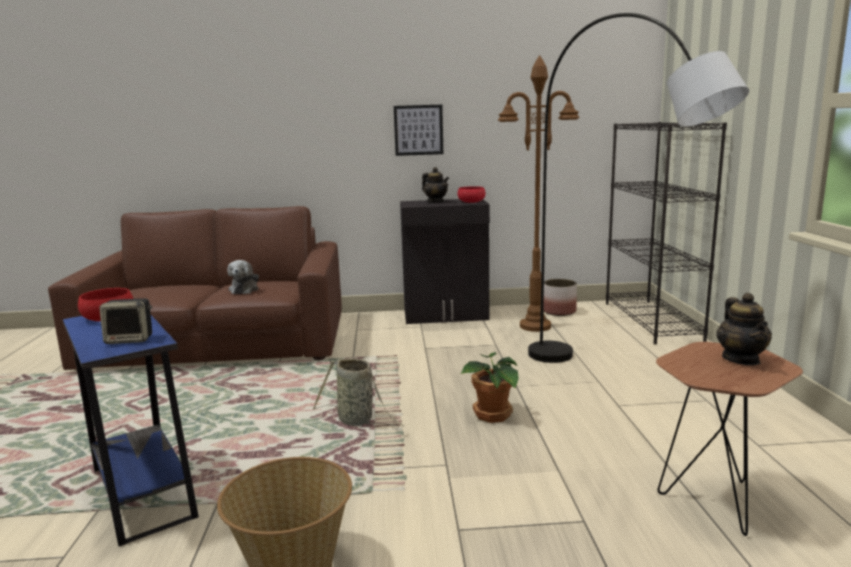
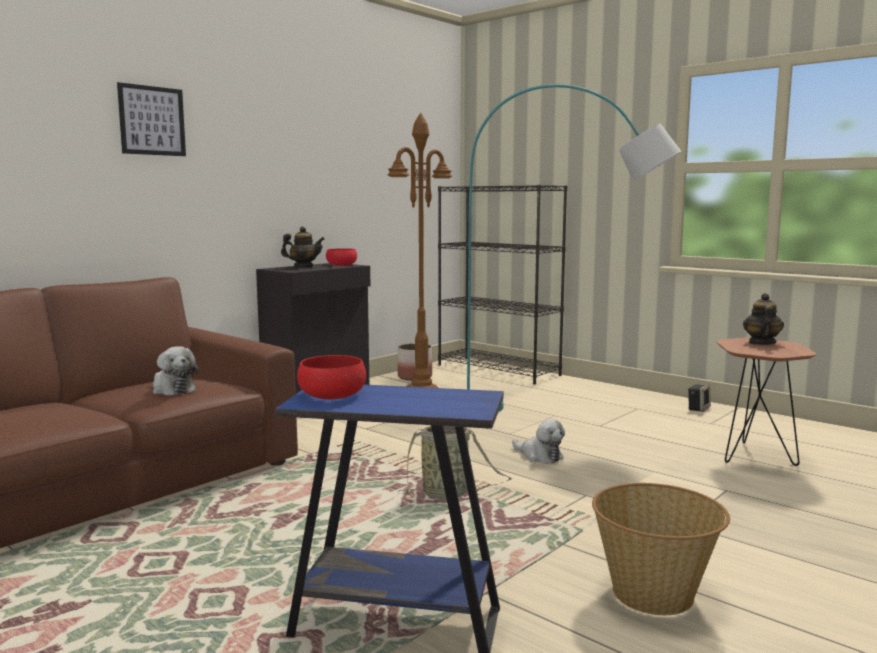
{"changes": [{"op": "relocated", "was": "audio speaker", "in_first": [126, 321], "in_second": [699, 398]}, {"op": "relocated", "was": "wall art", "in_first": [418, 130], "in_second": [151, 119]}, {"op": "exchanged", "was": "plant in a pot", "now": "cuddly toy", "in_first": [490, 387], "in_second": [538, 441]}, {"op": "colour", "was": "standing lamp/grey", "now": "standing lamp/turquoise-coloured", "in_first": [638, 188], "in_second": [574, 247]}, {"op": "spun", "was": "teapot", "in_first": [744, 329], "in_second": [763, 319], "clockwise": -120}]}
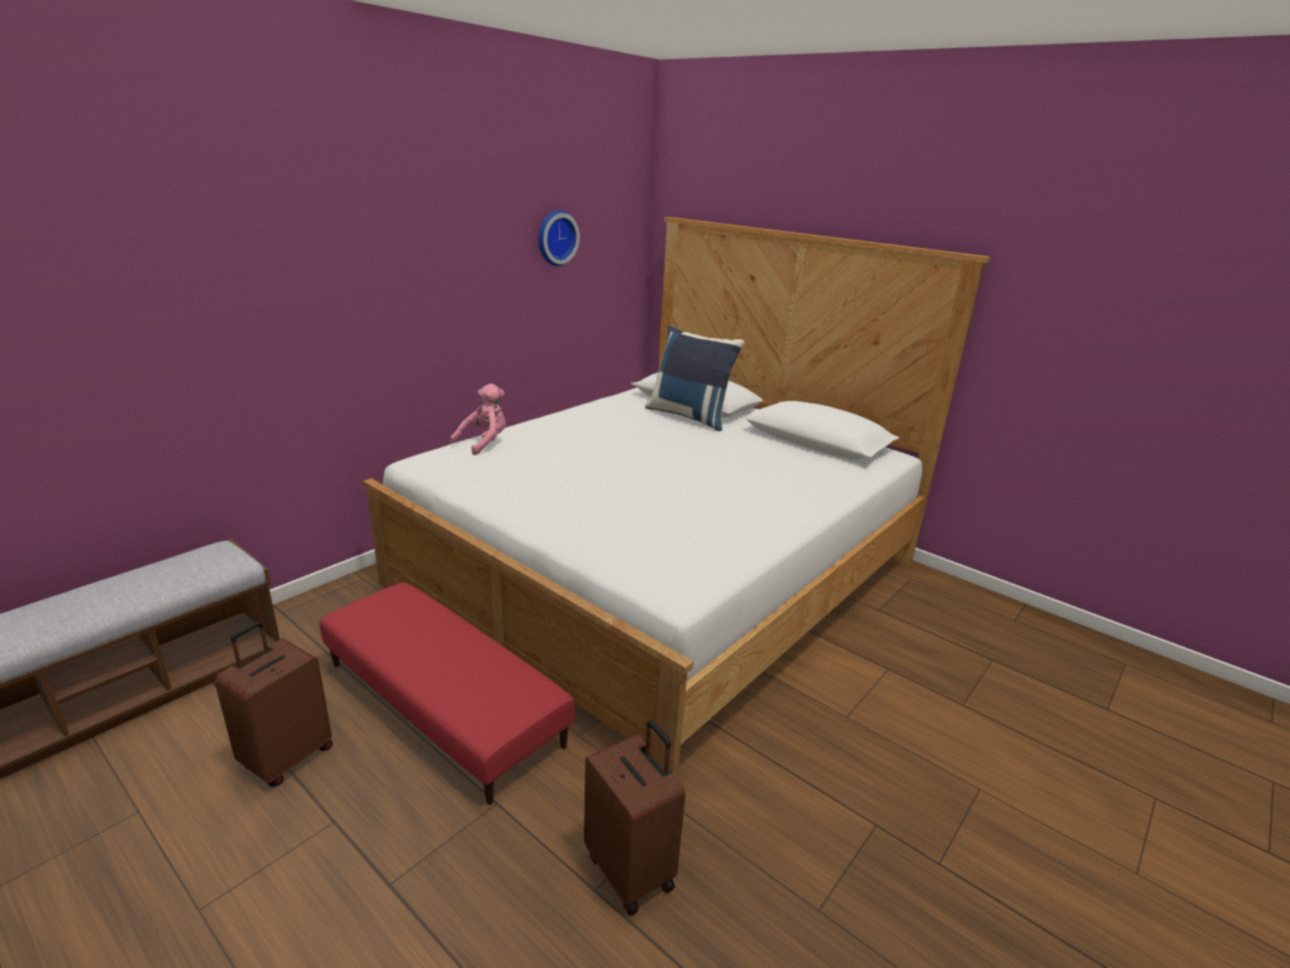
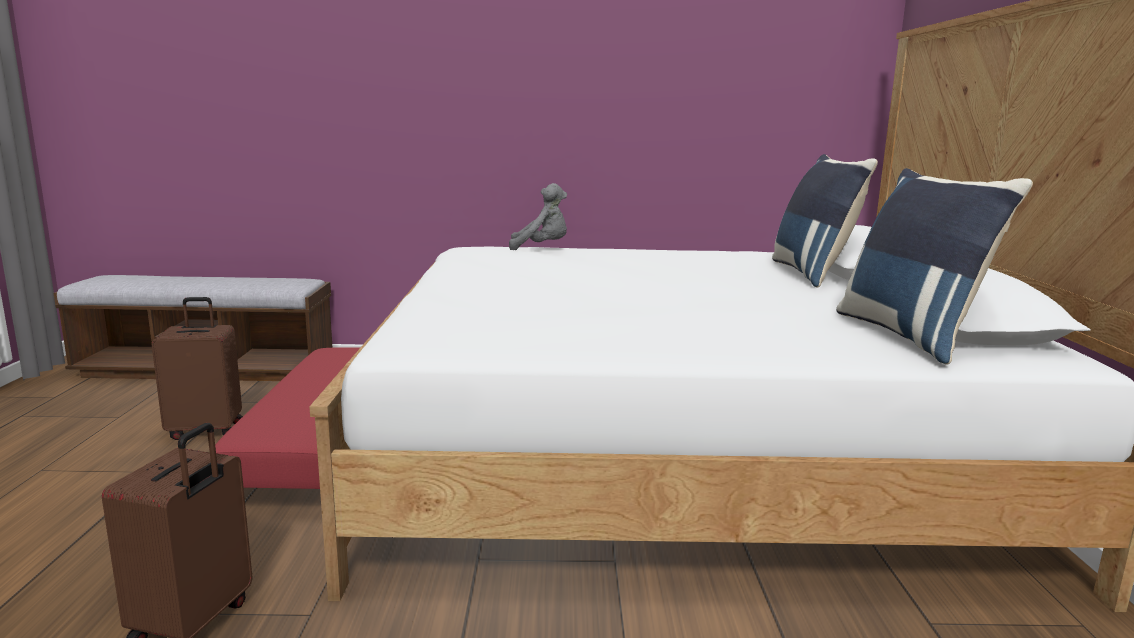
{"changes": [{"op": "missing", "was": "wall clock", "in_first": [559, 238]}, {"op": "appeared", "now": "pillow/blue", "in_second": [934, 266]}, {"op": "colour", "was": "cuddly toy/pink-coloured", "now": "cuddly toy/grey", "in_first": [478, 419], "in_second": [538, 216]}]}
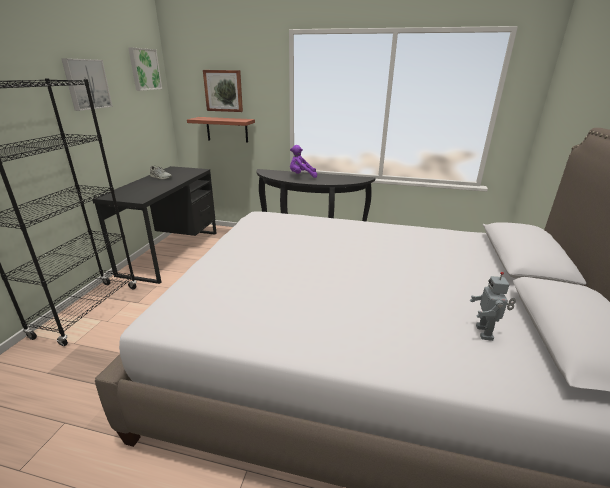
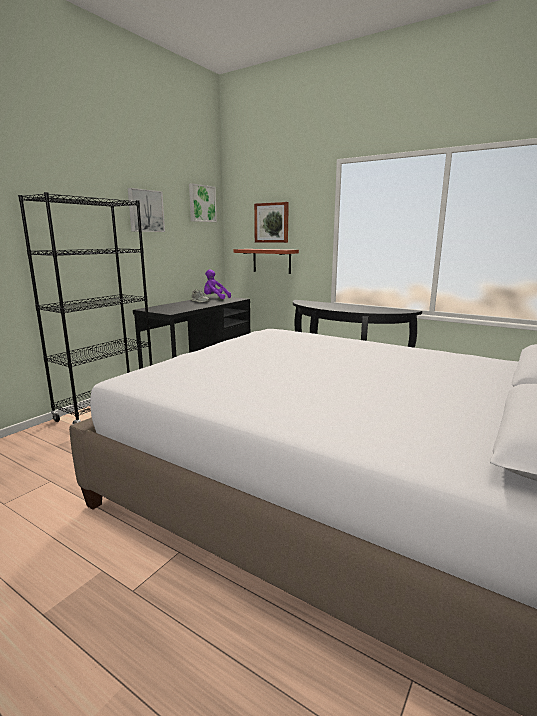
{"changes": [{"op": "missing", "was": "model robot", "in_first": [493, 306]}, {"op": "relocated", "was": "cuddly toy/purple", "in_first": [303, 161], "in_second": [217, 284]}]}
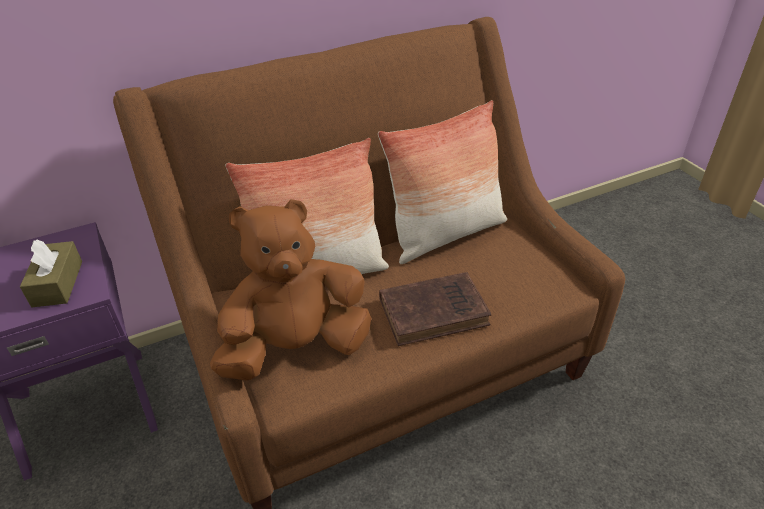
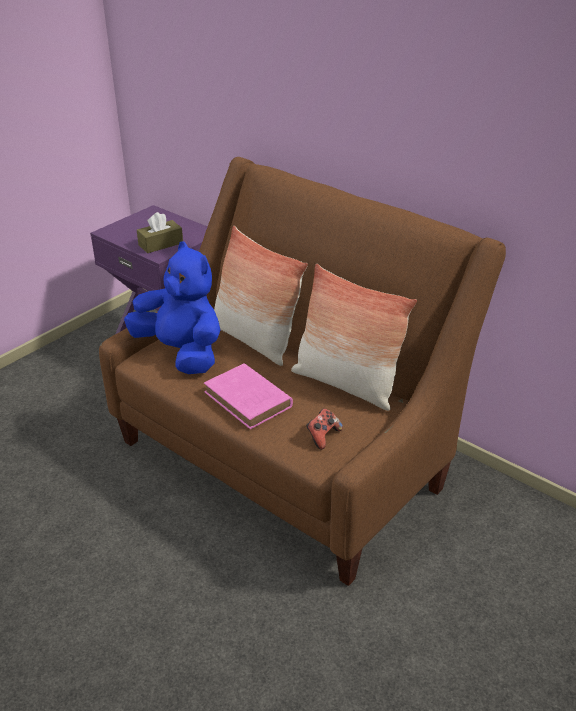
{"changes": [{"op": "appeared", "now": "gamepad", "in_second": [324, 429]}, {"op": "colour", "was": "cuddly toy/brownish", "now": "cuddly toy/blue", "in_first": [290, 289], "in_second": [172, 307]}, {"op": "colour", "was": "bound book/brownish", "now": "bound book/pink-coloured", "in_first": [435, 309], "in_second": [248, 396]}]}
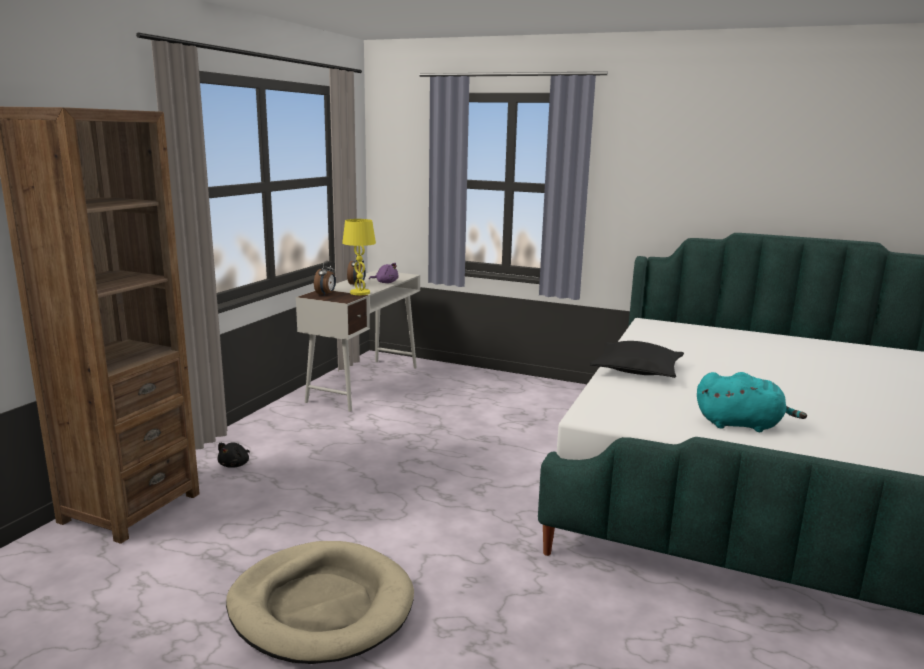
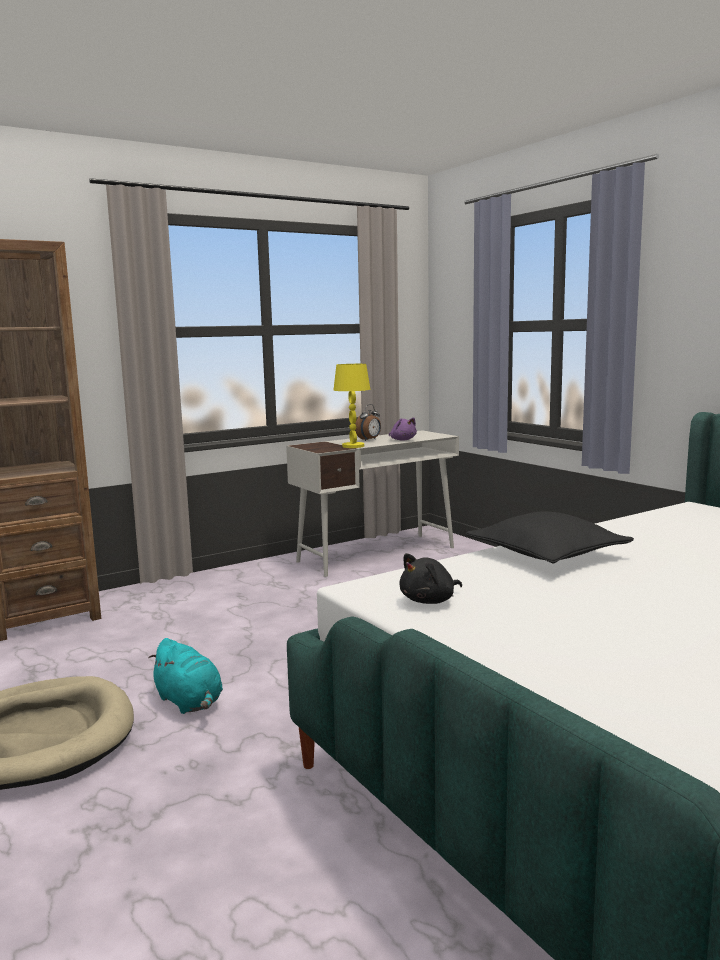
{"changes": [{"op": "missing", "was": "alarm clock", "in_first": [325, 278]}, {"op": "relocated", "was": "cuddly toy/black", "in_first": [233, 455], "in_second": [430, 578]}, {"op": "relocated", "was": "cuddly toy/turquoise-coloured", "in_first": [752, 402], "in_second": [185, 676]}]}
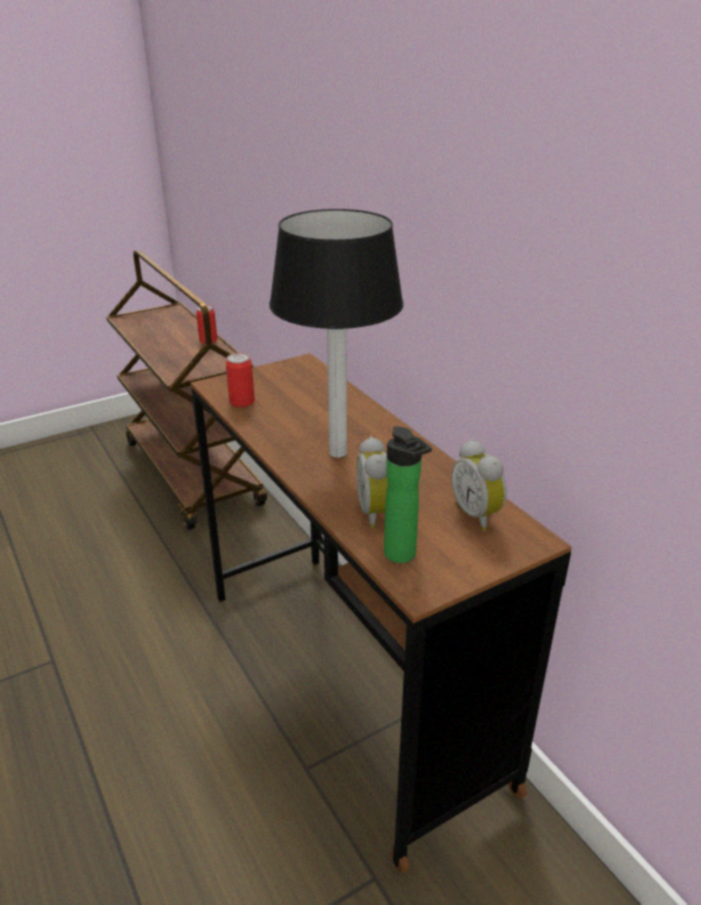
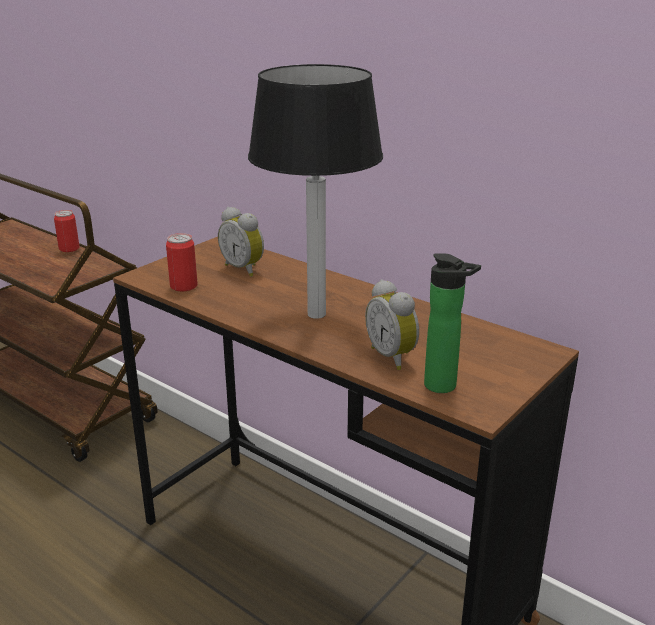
{"changes": [{"op": "relocated", "was": "alarm clock", "in_first": [479, 485], "in_second": [241, 242]}]}
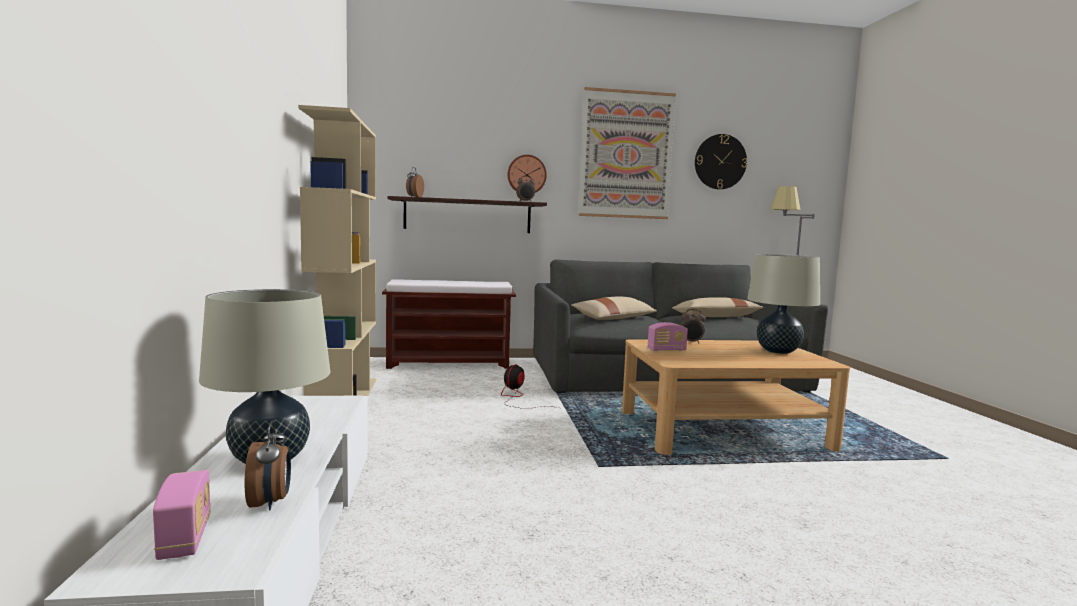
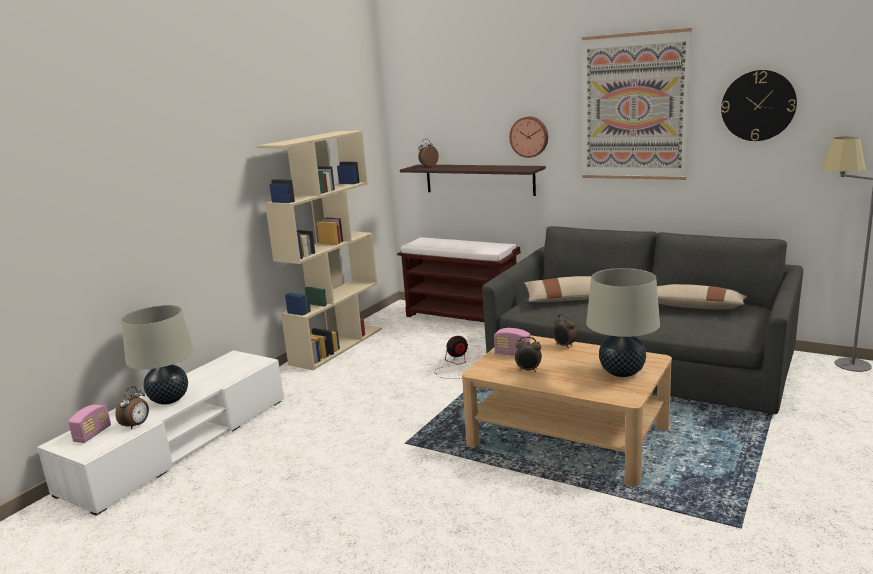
{"changes": [{"op": "relocated", "was": "alarm clock", "in_first": [525, 189], "in_second": [528, 354]}]}
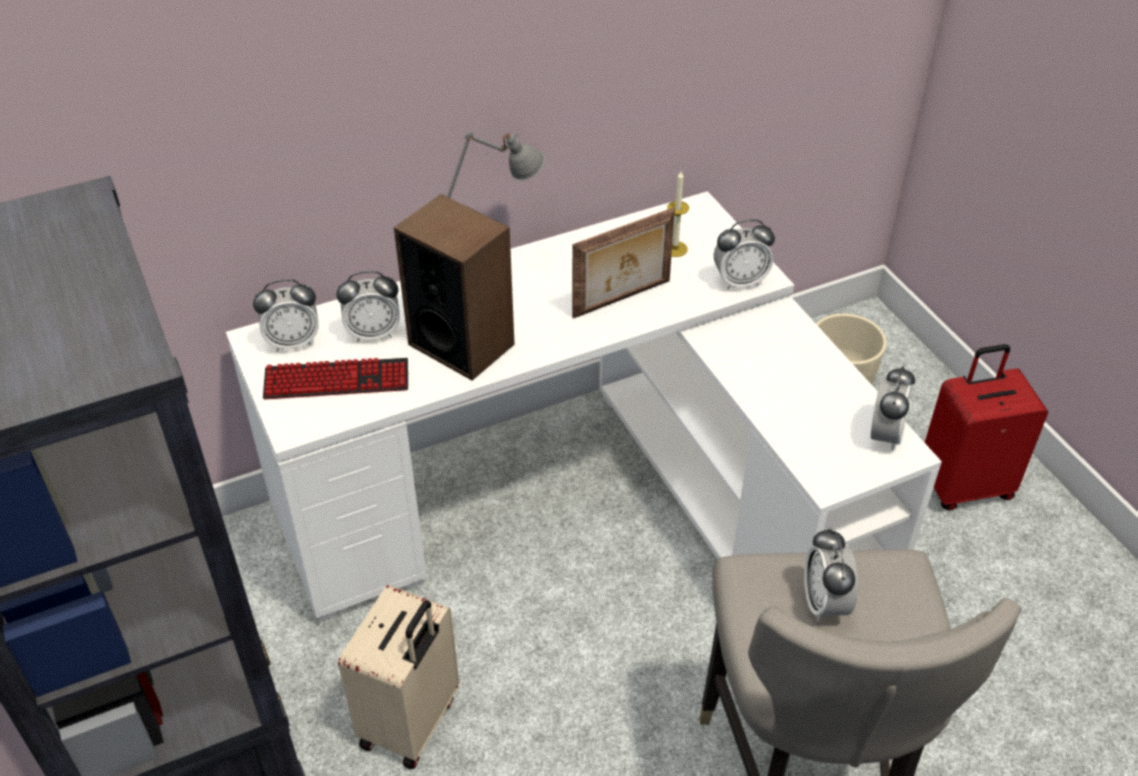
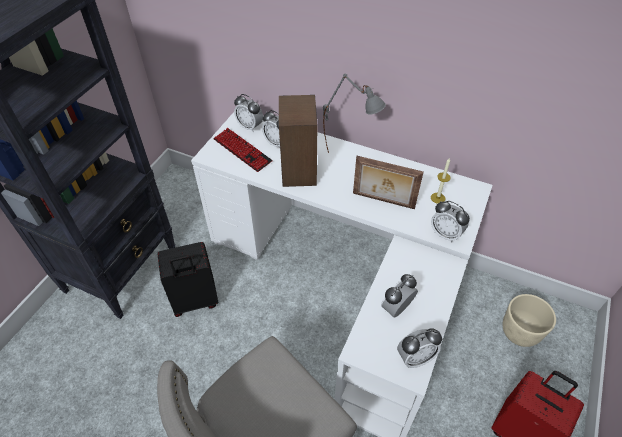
{"changes": [{"op": "relocated", "was": "alarm clock", "in_first": [831, 574], "in_second": [399, 296]}, {"op": "colour", "was": "suitcase/beige-coloured", "now": "suitcase/black", "in_first": [398, 677], "in_second": [187, 279]}]}
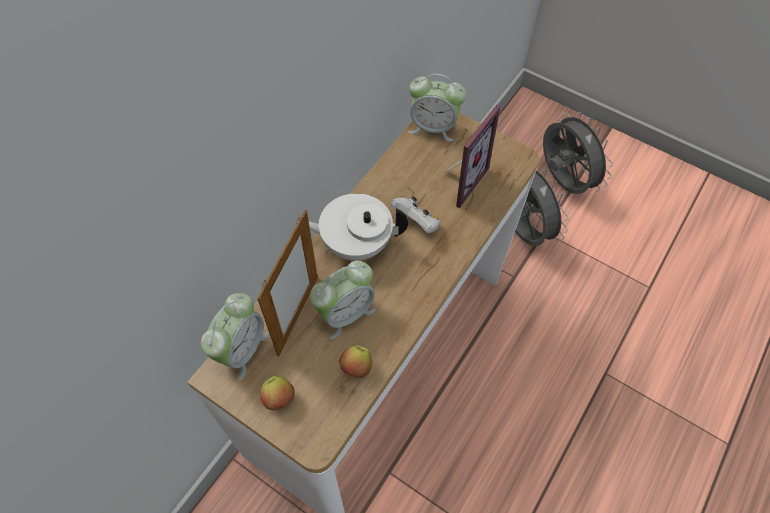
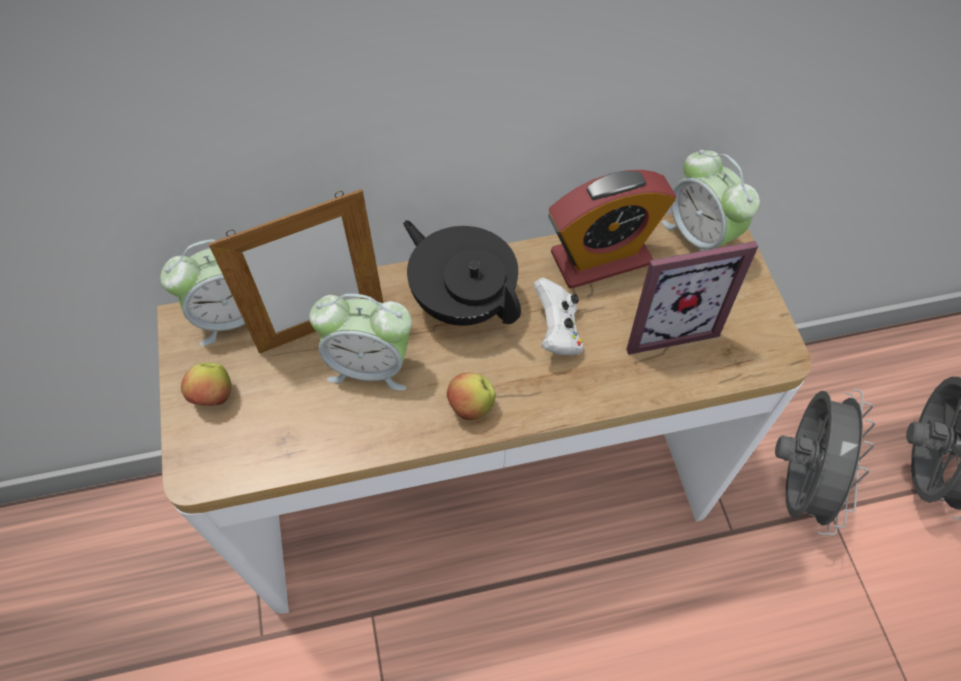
{"changes": [{"op": "appeared", "now": "alarm clock", "in_second": [612, 229]}, {"op": "relocated", "was": "apple", "in_first": [355, 361], "in_second": [471, 396]}, {"op": "colour", "was": "teapot/whitish", "now": "teapot/black", "in_first": [358, 227], "in_second": [462, 273]}]}
